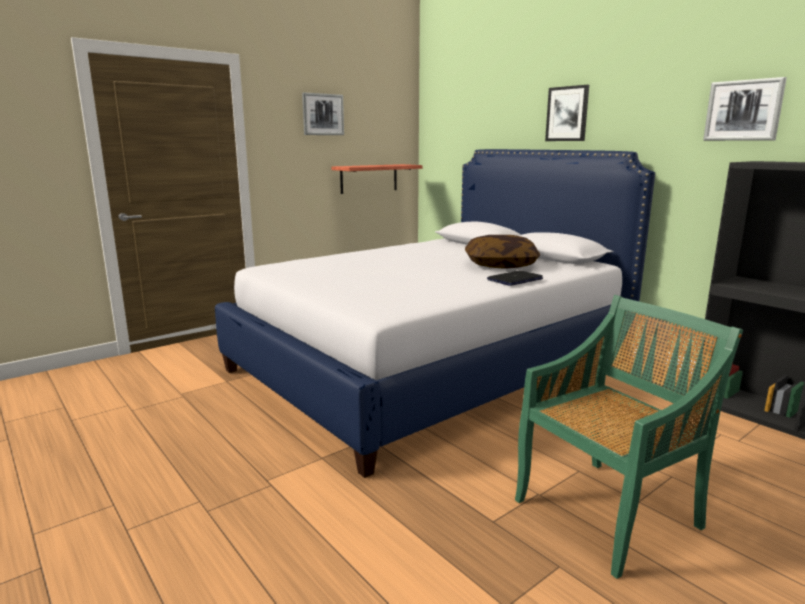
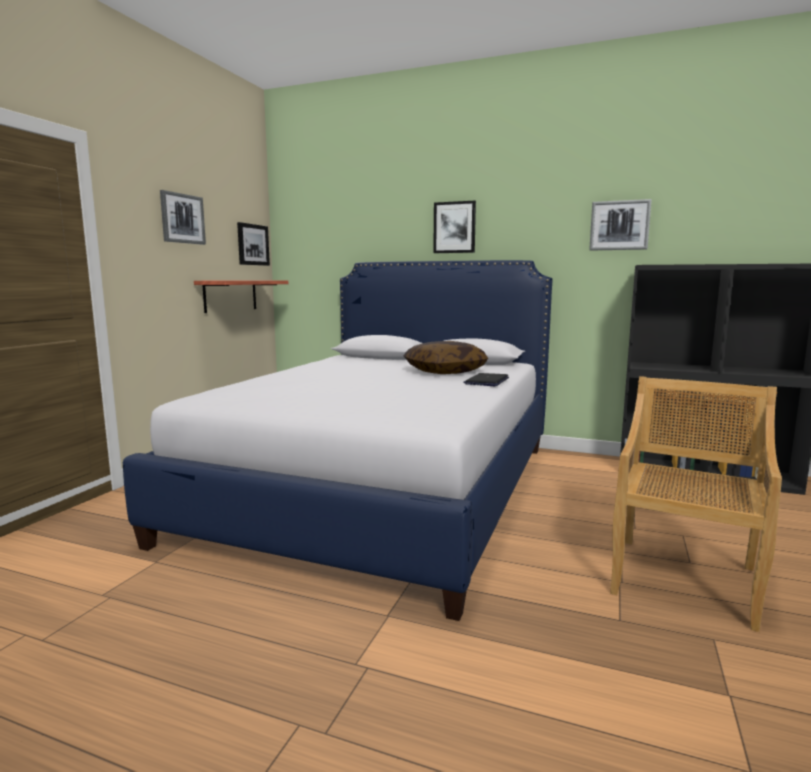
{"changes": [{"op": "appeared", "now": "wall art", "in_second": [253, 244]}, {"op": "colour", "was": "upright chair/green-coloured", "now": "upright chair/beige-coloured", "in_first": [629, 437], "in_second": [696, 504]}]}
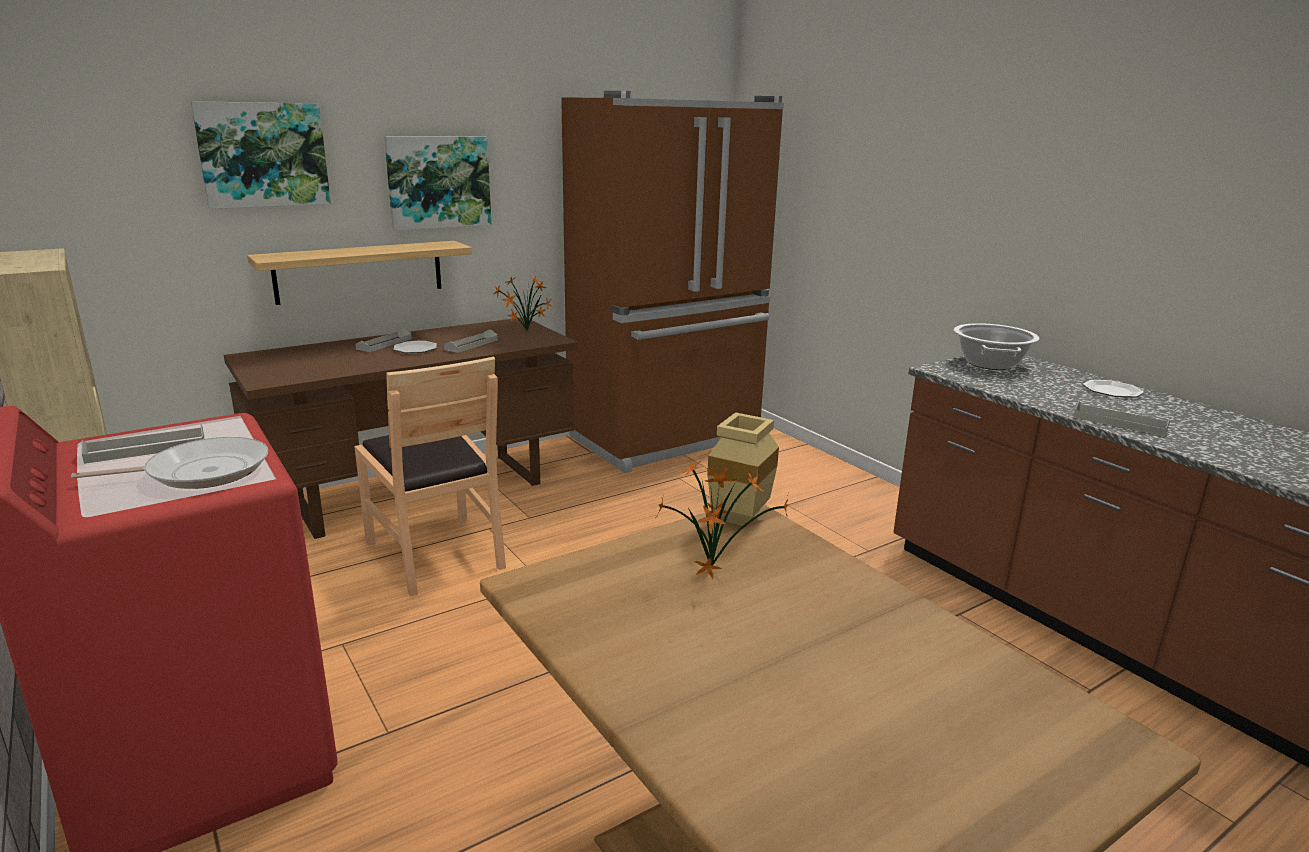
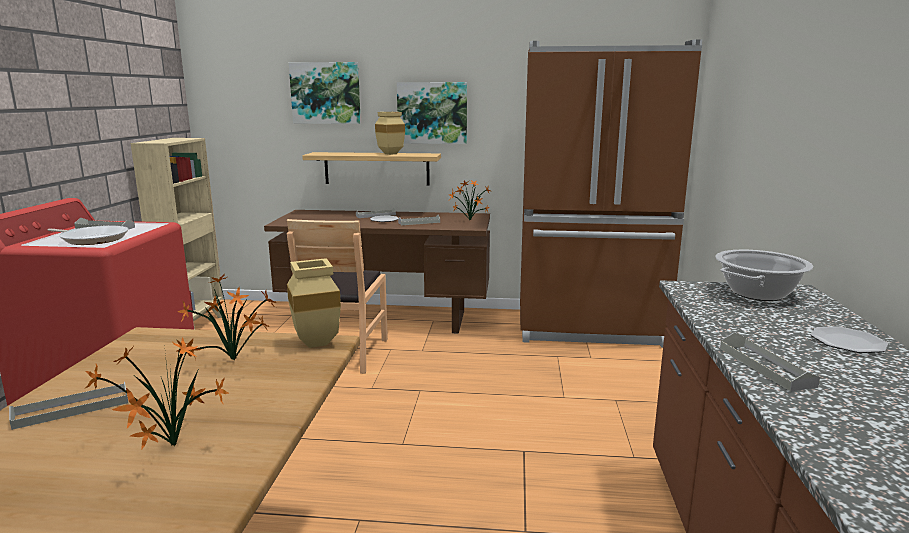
{"changes": [{"op": "appeared", "now": "serving tray/grey", "in_second": [68, 406]}, {"op": "appeared", "now": "plant in a pot", "in_second": [157, 393]}, {"op": "appeared", "now": "decorative vase/beige-coloured", "in_second": [390, 133]}]}
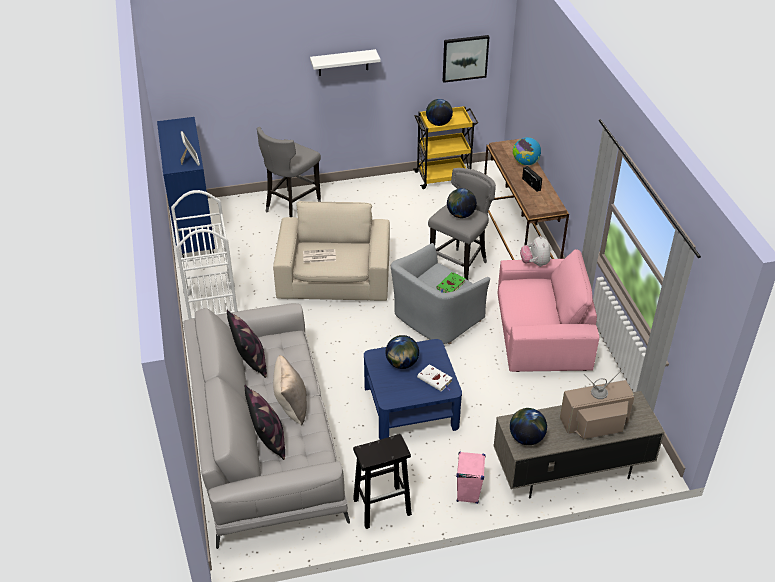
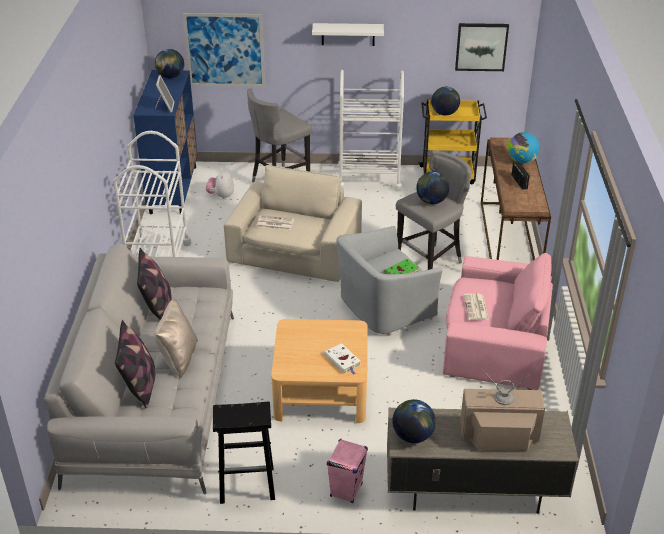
{"changes": [{"op": "appeared", "now": "wall art", "in_second": [224, 50]}, {"op": "appeared", "now": "trolley/whitish", "in_second": [371, 131]}, {"op": "appeared", "now": "newspaper", "in_second": [476, 306]}, {"op": "relocated", "was": "globe", "in_first": [402, 352], "in_second": [169, 64]}, {"op": "relocated", "was": "cuddly toy", "in_first": [535, 251], "in_second": [220, 184]}, {"op": "colour", "was": "lounge table/blue", "now": "lounge table/beige-coloured", "in_first": [413, 389], "in_second": [319, 371]}]}
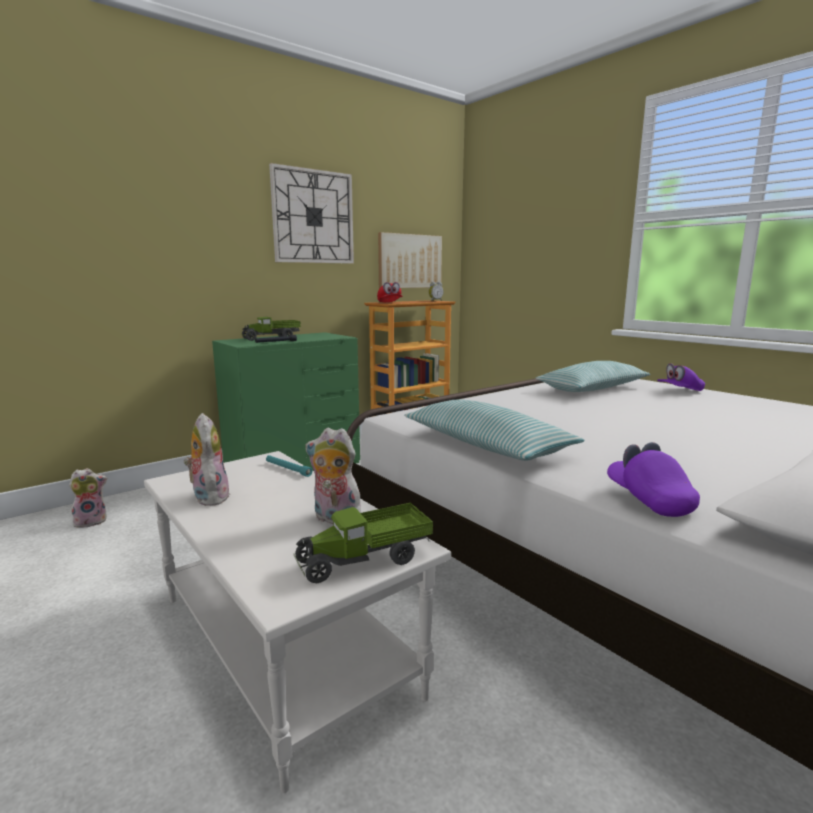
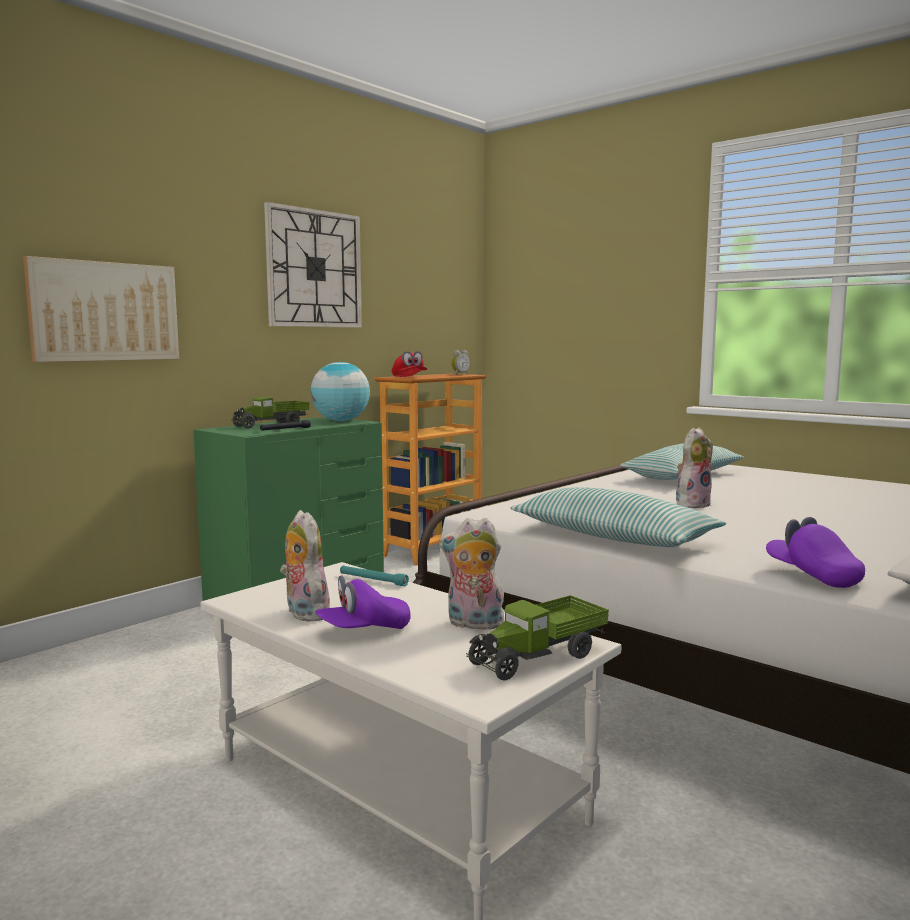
{"changes": [{"op": "appeared", "now": "globe", "in_second": [340, 391]}, {"op": "relocated", "was": "cuddly toy", "in_first": [88, 498], "in_second": [694, 467]}, {"op": "relocated", "was": "wall art", "in_first": [410, 260], "in_second": [101, 309]}, {"op": "relocated", "was": "cap/purple", "in_first": [681, 377], "in_second": [363, 602]}]}
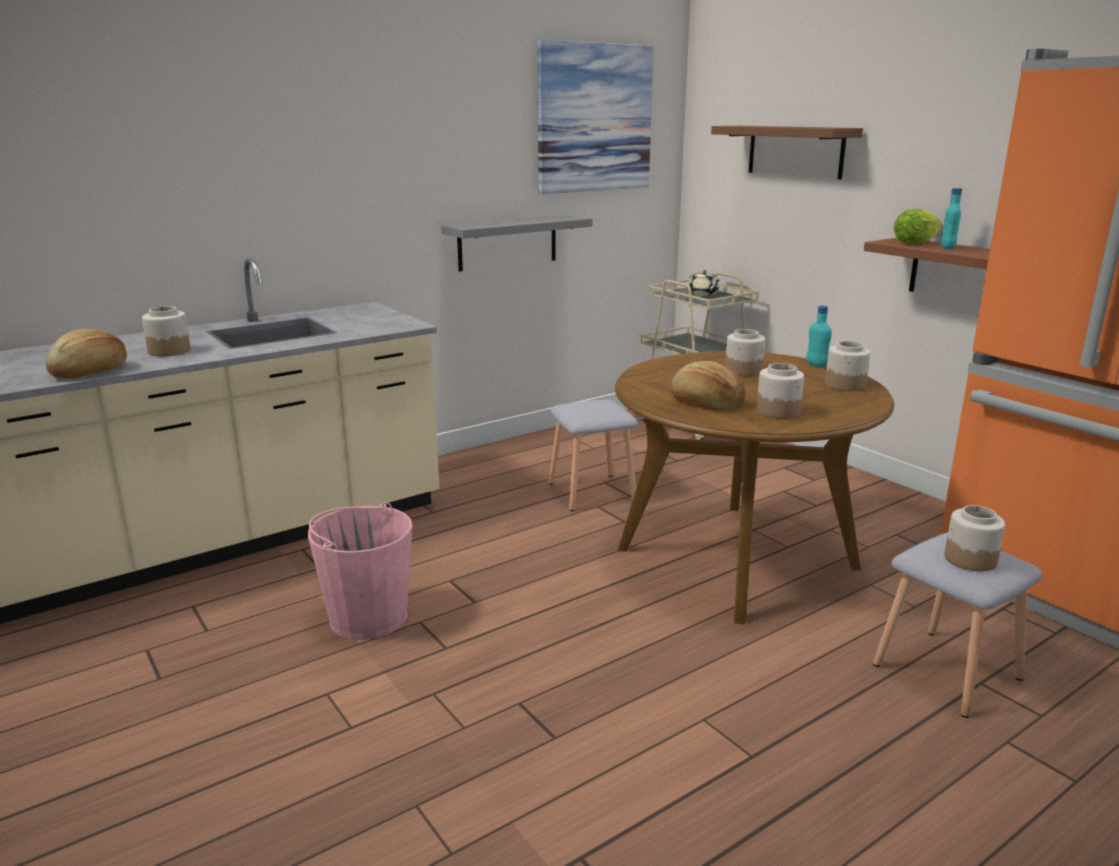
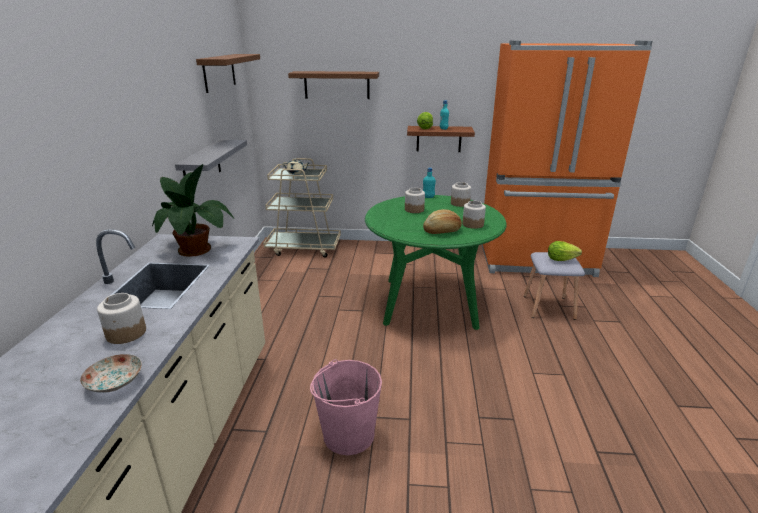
{"changes": [{"op": "missing", "was": "stool/grey", "in_first": [593, 455]}, {"op": "appeared", "now": "plant in a pot", "in_second": [193, 210]}, {"op": "exchanged", "was": "bread", "now": "plate", "in_first": [86, 354], "in_second": [111, 373]}, {"op": "exchanged", "was": "wall art", "now": "bracket shelf/brownish", "in_first": [595, 117], "in_second": [228, 73]}, {"op": "exchanged", "was": "preserve jar", "now": "lettuce head", "in_first": [975, 538], "in_second": [565, 251]}, {"op": "colour", "was": "kitchen table/brownish", "now": "kitchen table/green-coloured", "in_first": [754, 487], "in_second": [436, 262]}]}
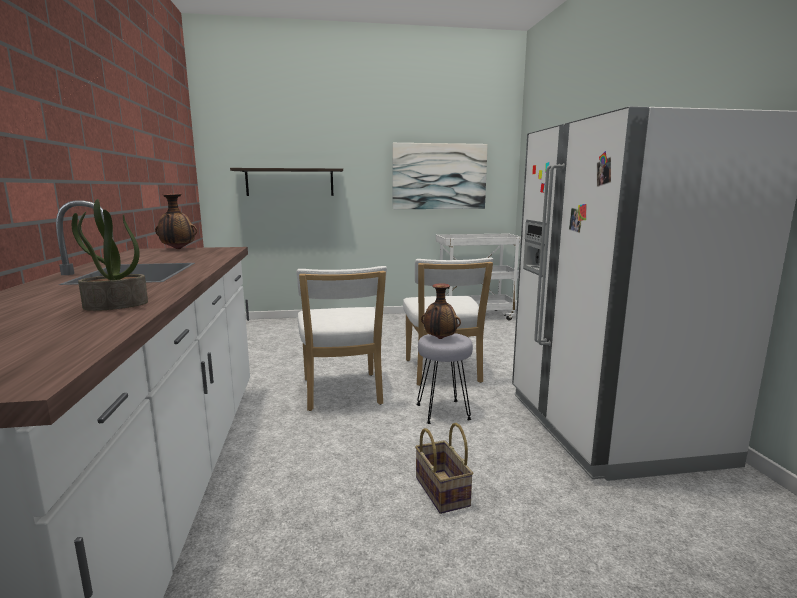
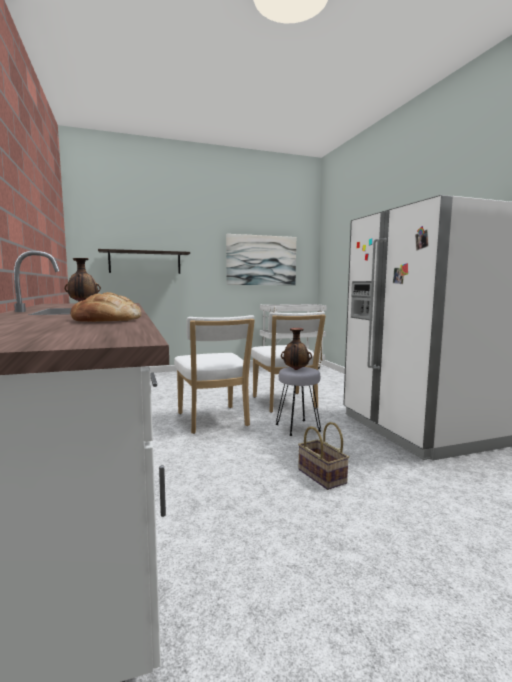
{"changes": [{"op": "exchanged", "was": "plant in a pot", "now": "bread", "in_first": [110, 255], "in_second": [106, 307]}]}
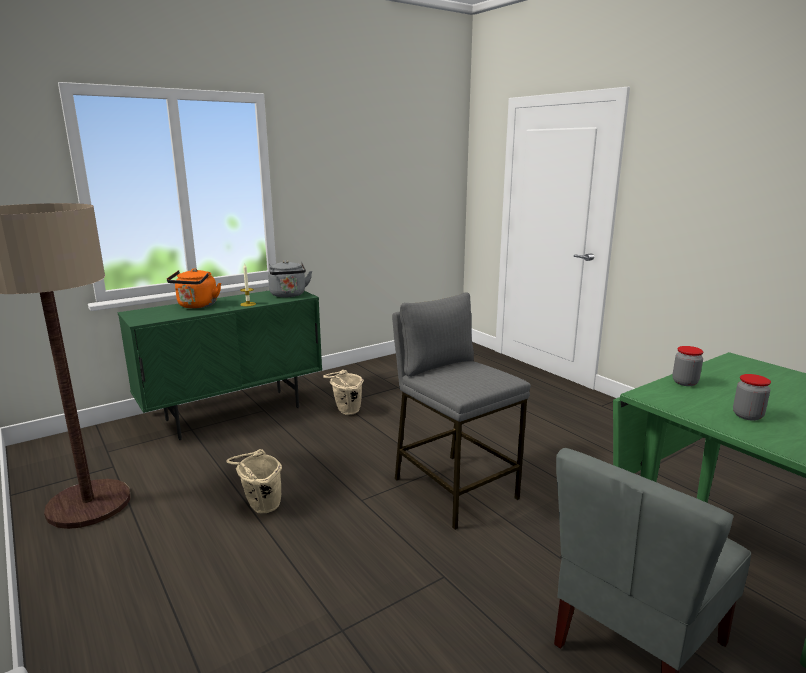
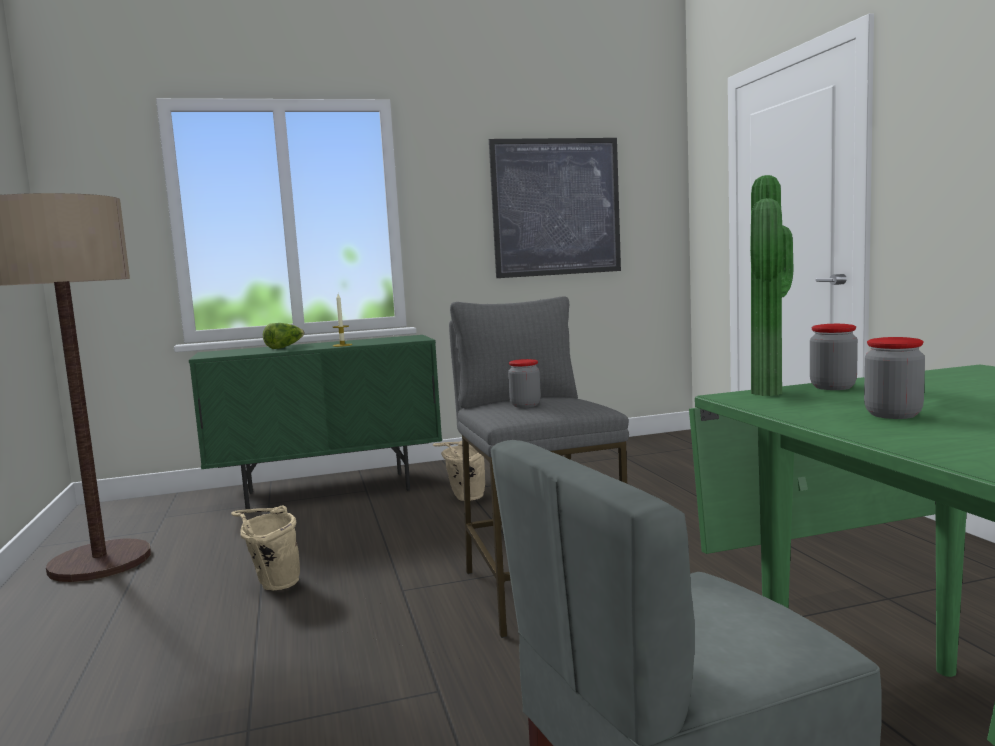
{"changes": [{"op": "missing", "was": "water kettle/grey", "in_first": [290, 278]}, {"op": "appeared", "now": "wall art", "in_second": [555, 208]}, {"op": "appeared", "now": "preserve jar", "in_second": [524, 383]}, {"op": "appeared", "now": "plant in a pot", "in_second": [772, 285]}, {"op": "exchanged", "was": "water kettle/orangey", "now": "lettuce head", "in_first": [194, 288], "in_second": [284, 336]}]}
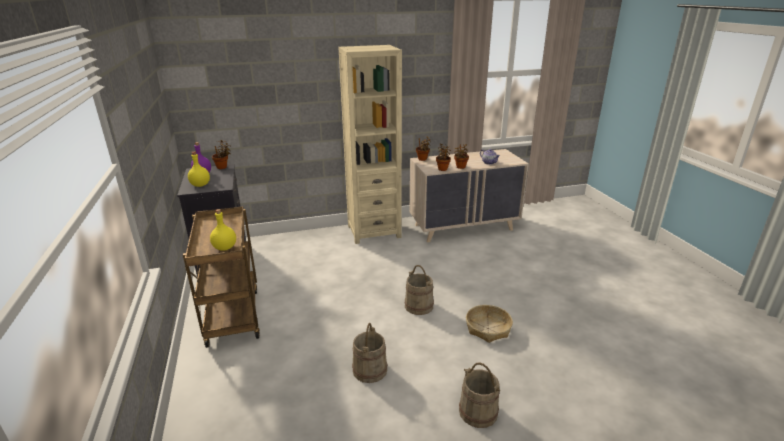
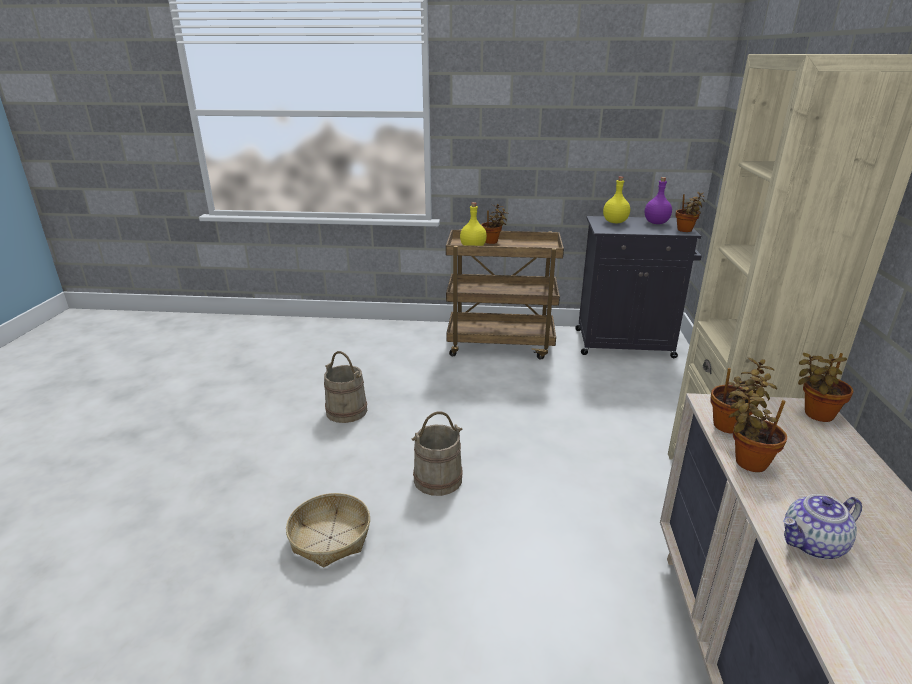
{"changes": [{"op": "missing", "was": "bucket/beige-coloured", "in_first": [479, 395]}, {"op": "appeared", "now": "plant in a pot", "in_second": [495, 224]}]}
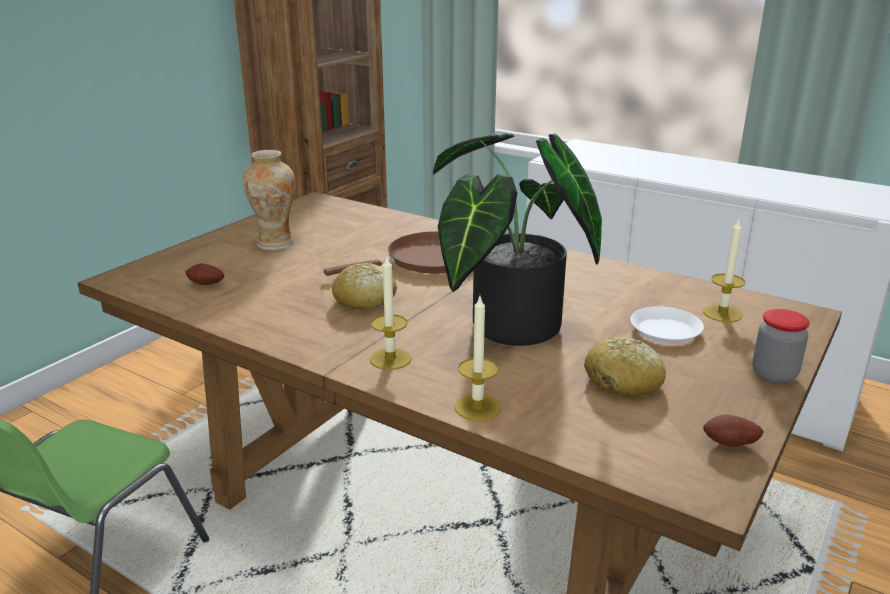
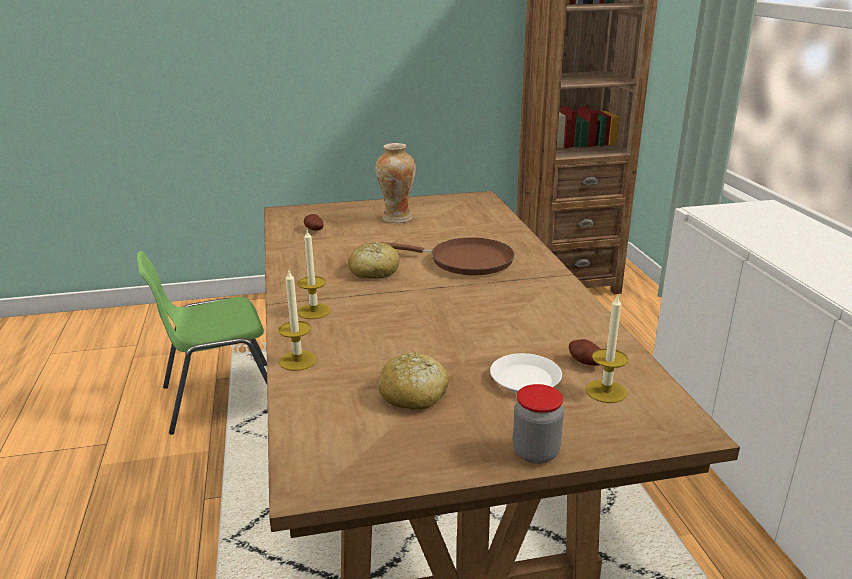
{"changes": [{"op": "missing", "was": "plant in a pot", "in_first": [517, 240]}, {"op": "relocated", "was": "whole potato", "in_first": [734, 431], "in_second": [584, 352]}]}
